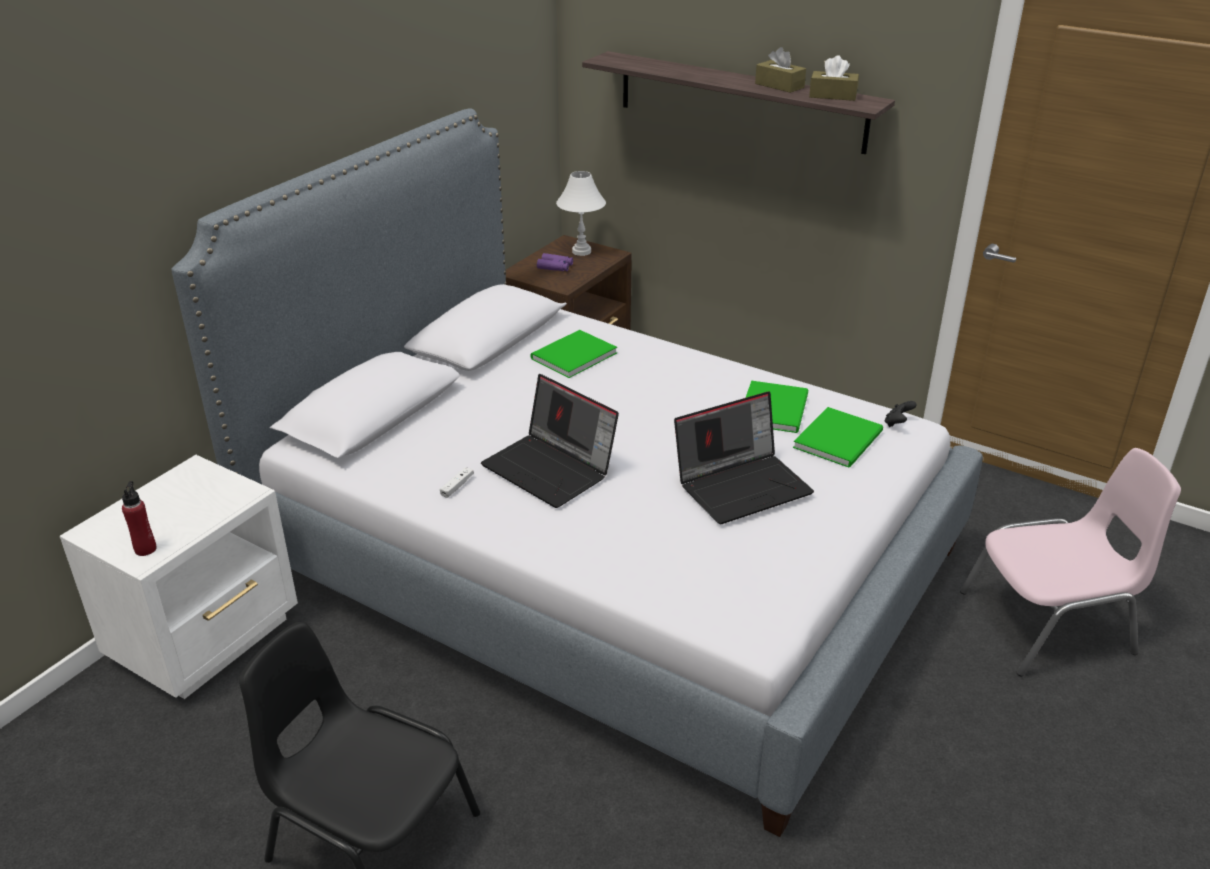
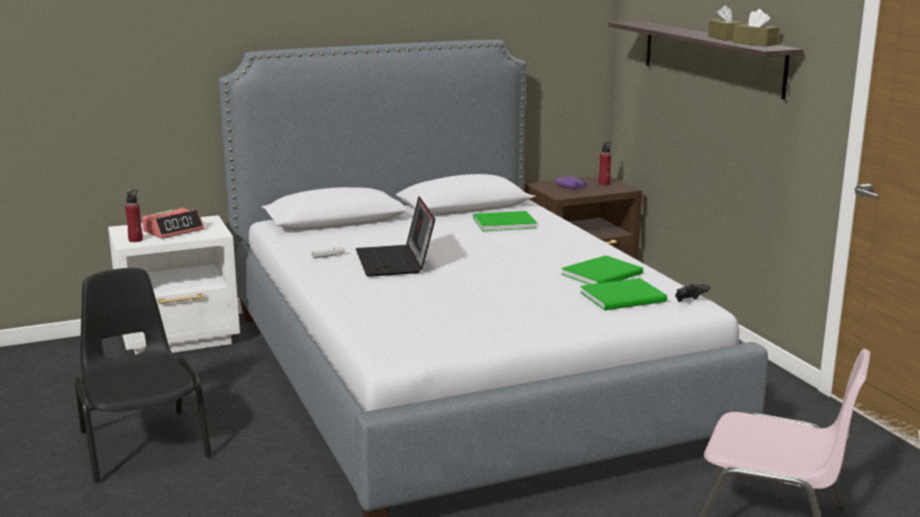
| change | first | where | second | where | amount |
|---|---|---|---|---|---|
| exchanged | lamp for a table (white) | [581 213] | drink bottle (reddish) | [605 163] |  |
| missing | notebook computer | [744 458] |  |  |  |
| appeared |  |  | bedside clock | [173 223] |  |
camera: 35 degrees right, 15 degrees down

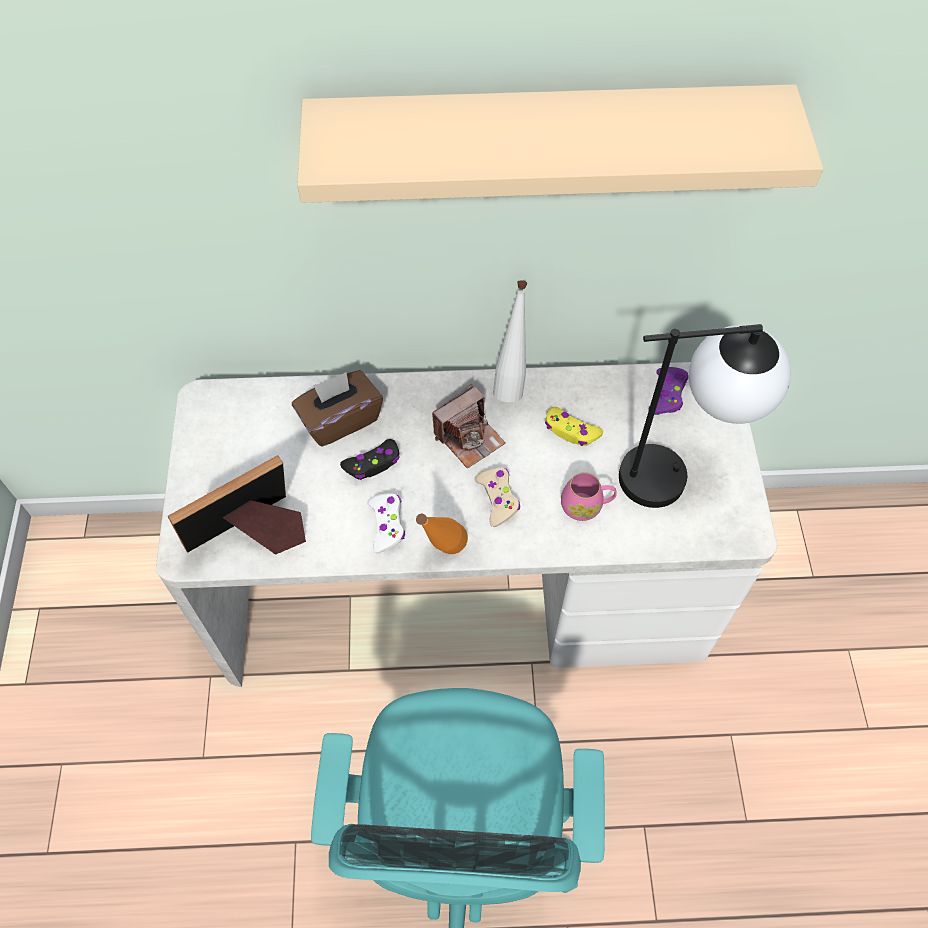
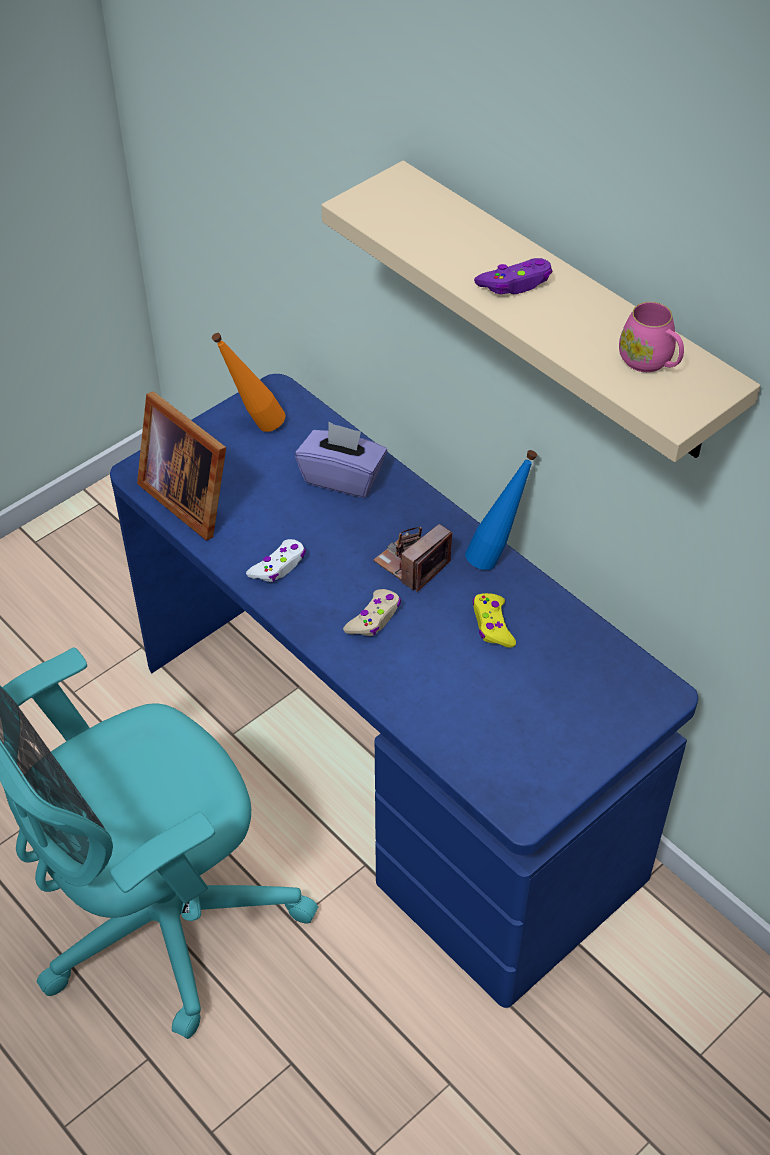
| change | first | where | second | where | amount |
|---|---|---|---|---|---|
| colour | desk table (white) | [466 524] | desk table (bluish) | [404 691] |  |
| spun | picture frame | [237 505] |  | [181 466] | 150 degrees counterclockwise |
| colour | tissue holder (brown) | [337 408] | tissue holder (purple) | [341 460] |  |
| missing | joypad (black-coloured) | [370 459] |  |  |  |
| relocated | drink bottle (orangey) | [442 534] |  | [248 382] |  |
| spun | photo camera | [469 426] |  | [412 558] | 120 degrees clockwise |
| colour | drink bottle (white) | [510 341] | drink bottle (bluish) | [501 510] |  |
| relocated | mug (pink-coloured) | [589 496] |  | [651 337] |  |
| missing | lamp for a table | [705 416] |  |  |  |
| relocated | joypad (purple) | [668 391] |  | [513 276] |  |
camera: 50 degrees right, 10 degrees down

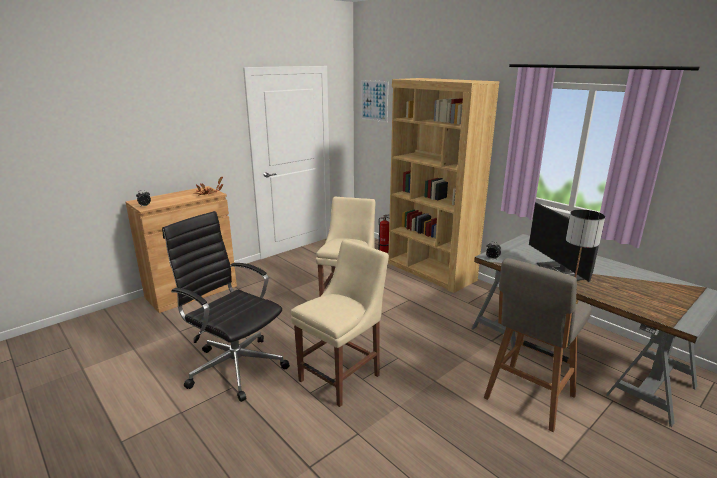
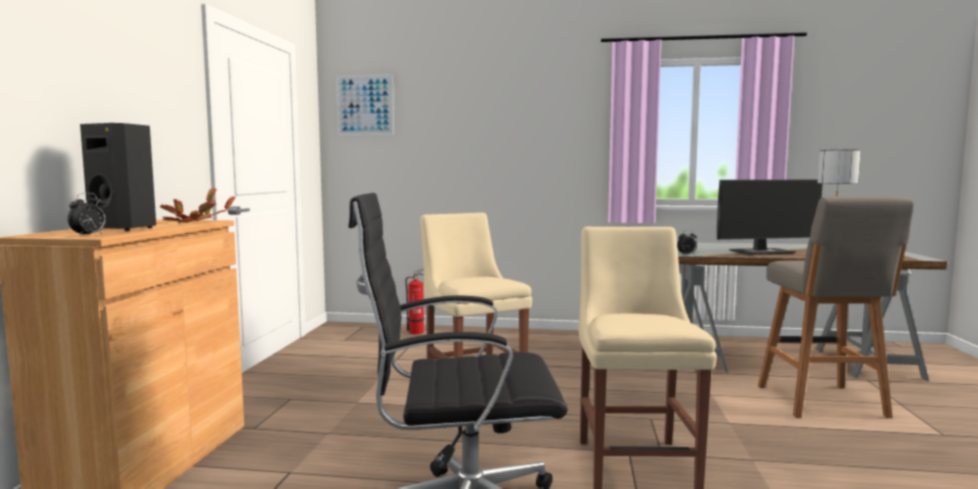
| change | first | where | second | where | amount |
|---|---|---|---|---|---|
| missing | bookcase (brown) | [443 185] |  |  |  |
| spun | computer screen | [564 242] |  | [770 217] | 45 degrees counterclockwise |
| appeared |  |  | speaker (black-coloured) | [118 177] |  |
camera: 40 degrees left, 15 degrees down

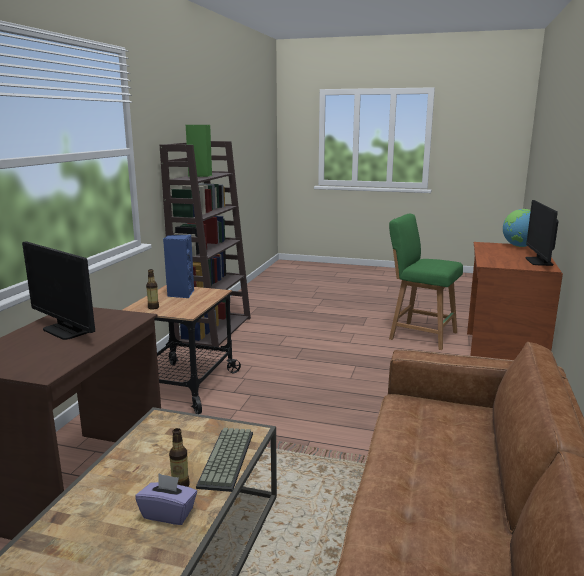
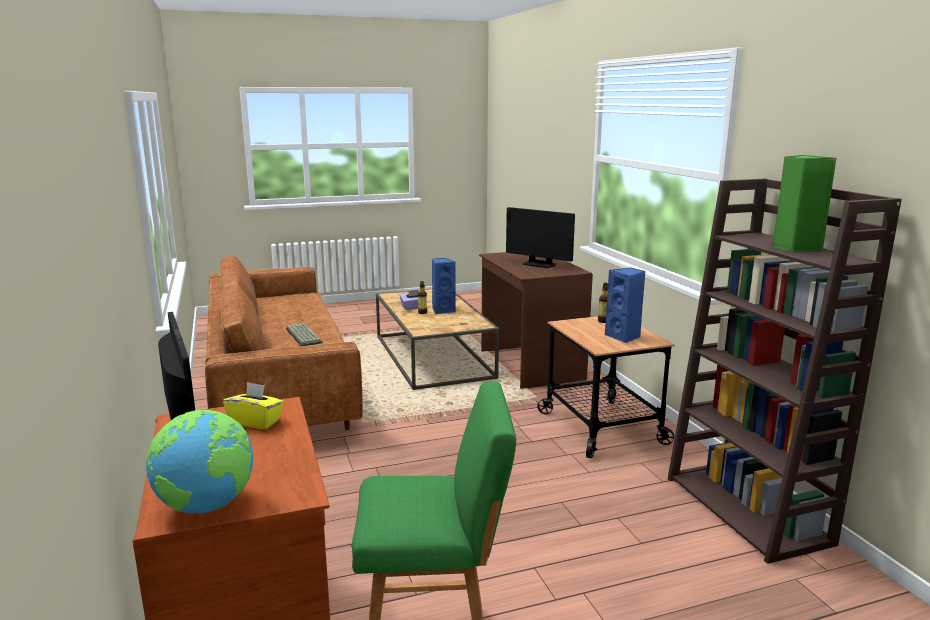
| change | first | where | second | where | amount |
|---|---|---|---|---|---|
| spun | computer screen | [58 290] |  | [540 237] | 150 degrees counterclockwise |
| relocated | keyboard | [224 460] |  | [304 334] |  |
| appeared |  |  | tissue holder (yellow) | [253 405] |  |
| appeared |  |  | speaker (bluish) | [444 286] |  |
camera: 145 degrees right, 0 degrees up

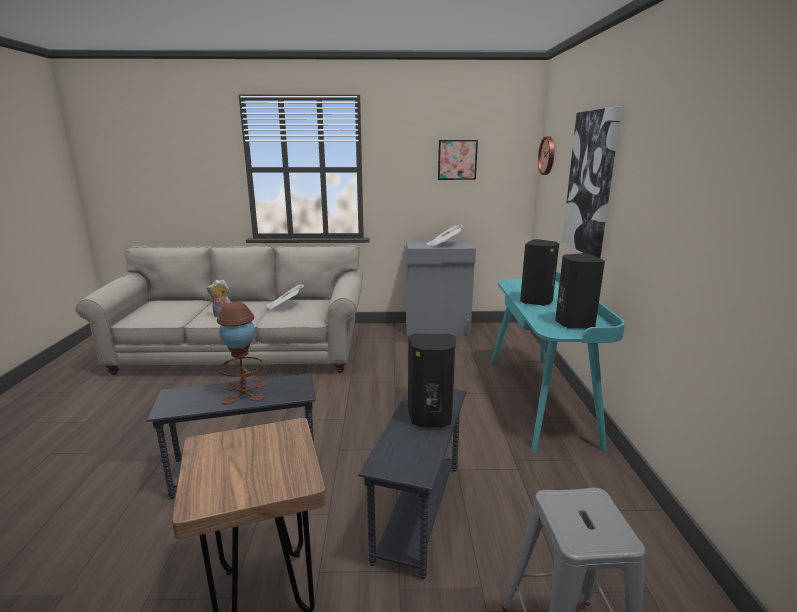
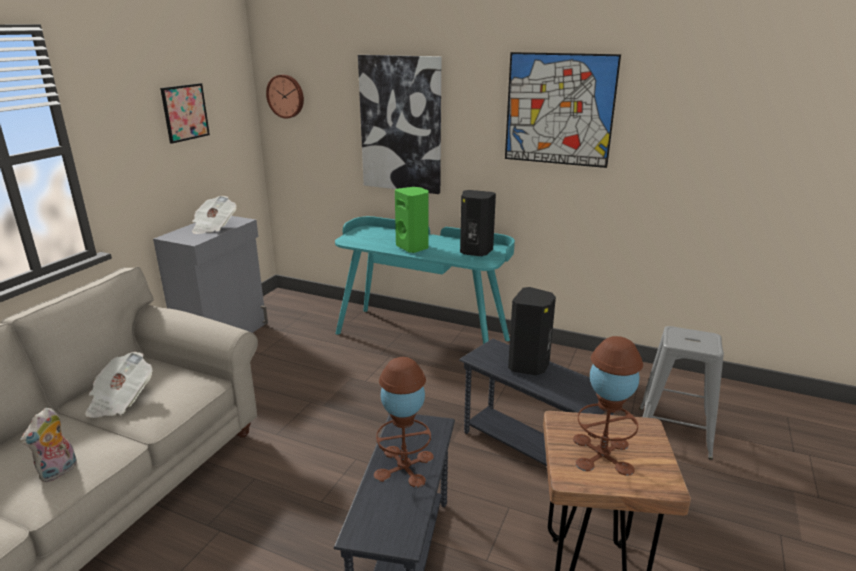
| change | first | where | second | where | amount |
|---|---|---|---|---|---|
| colour | speaker (black-coloured) | [539 272] | speaker (green-coloured) | [411 220] |  |
| appeared |  |  | wall art | [563 110] |  |
| appeared |  |  | lamp for a table (brown) | [608 406] |  |
camera: 65 degrees left, 5 degrees up

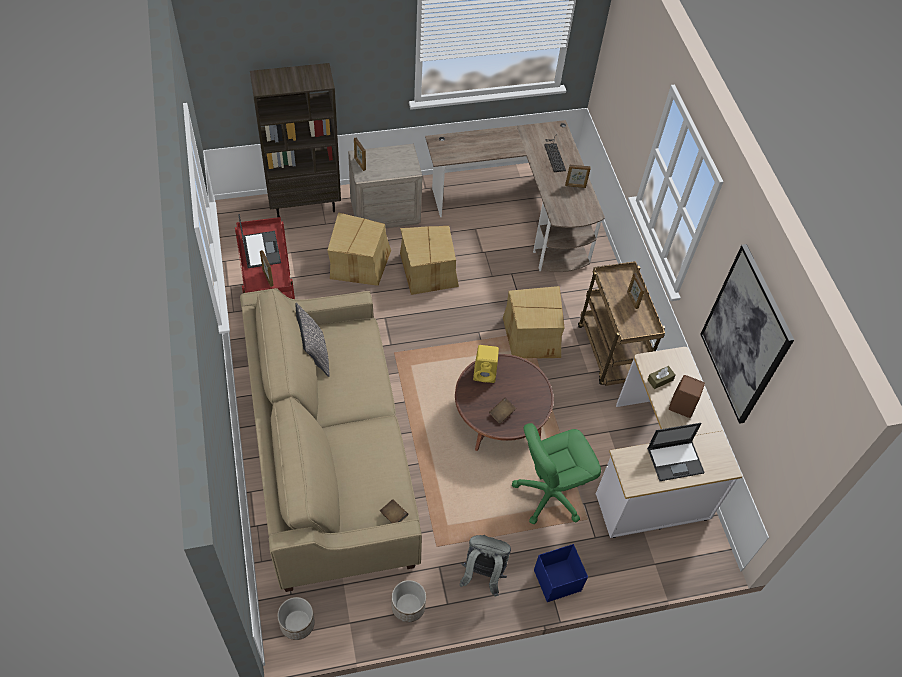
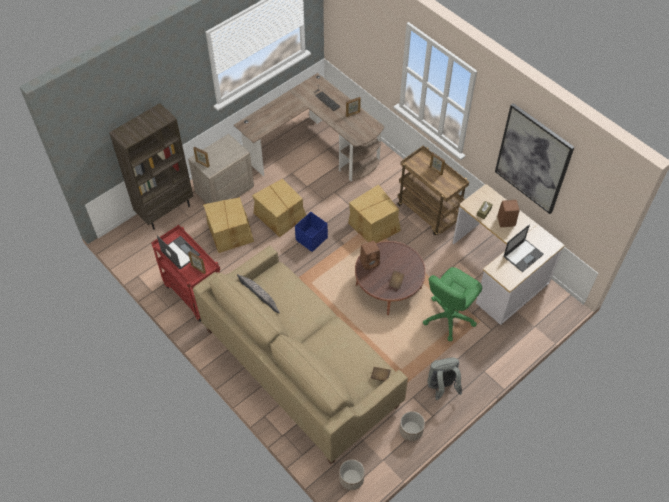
| change | first | where | second | where | amount |
|---|---|---|---|---|---|
| colour | speaker (yellow) | [486 364] | speaker (brown) | [370 255] |  |
| relocated | storage box (bluish) | [561 573] |  | [311 232] |  |
camera: 25 degrees left, 0 degrees up

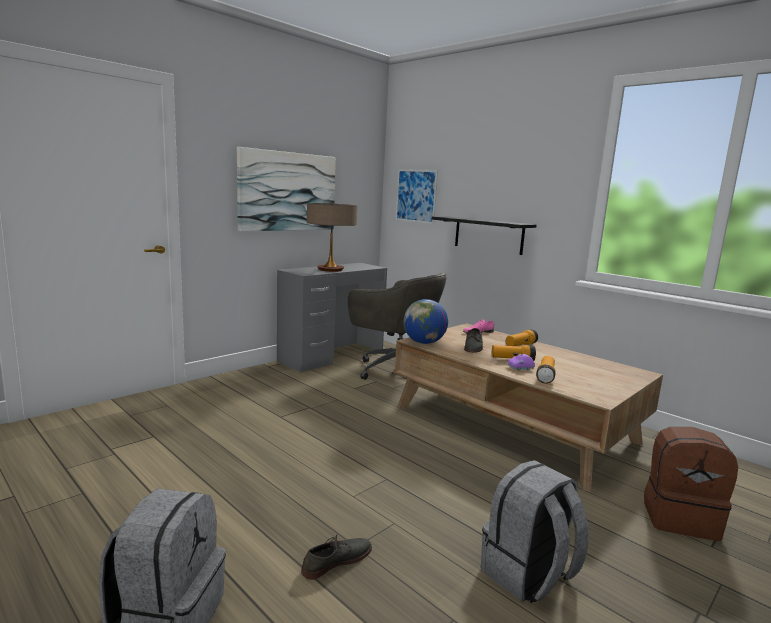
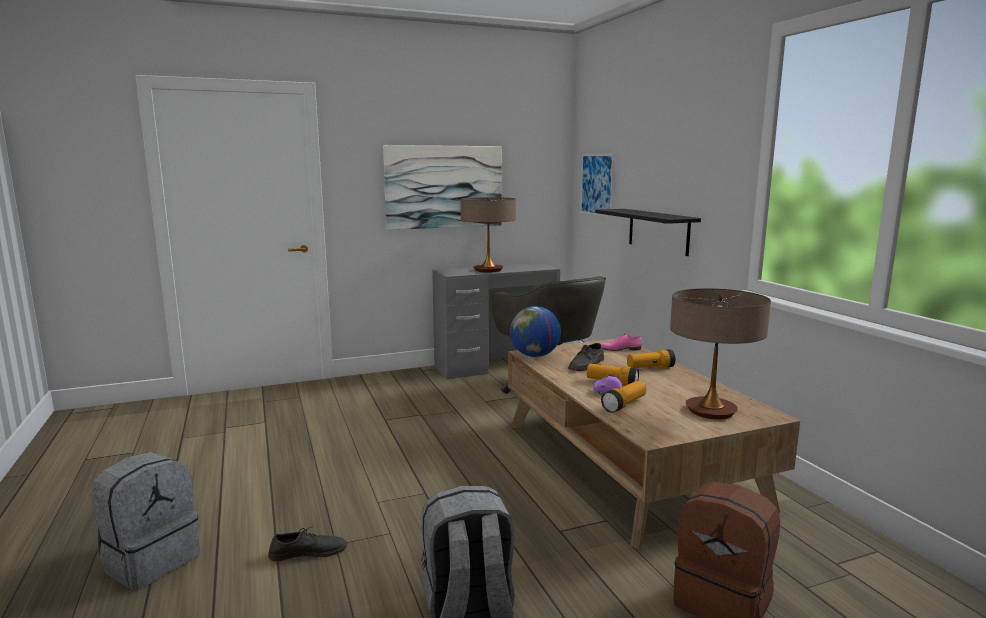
| change | first | where | second | where | amount |
|---|---|---|---|---|---|
| appeared |  |  | lamp for a table | [720 353] |  |
camera: 25 degrees right, 0 degrees up

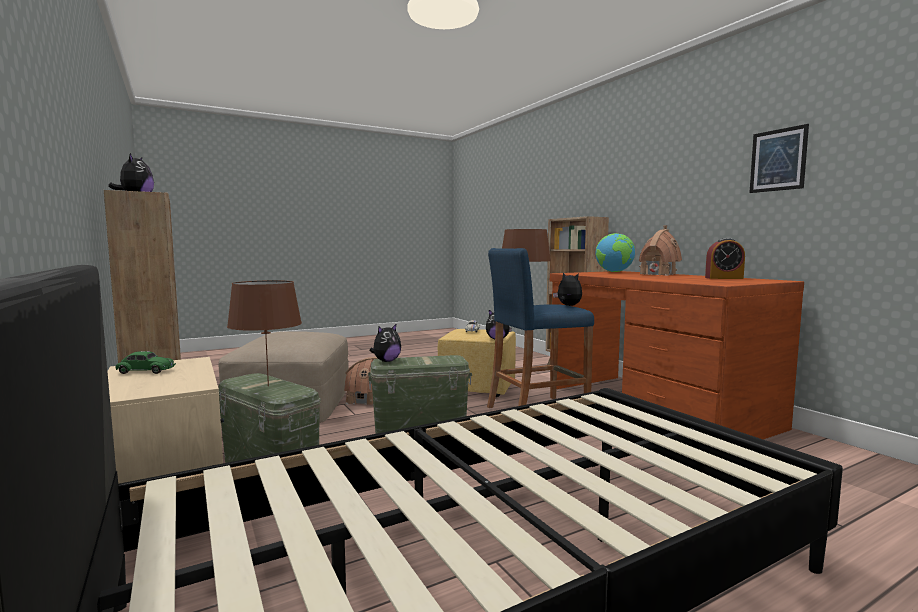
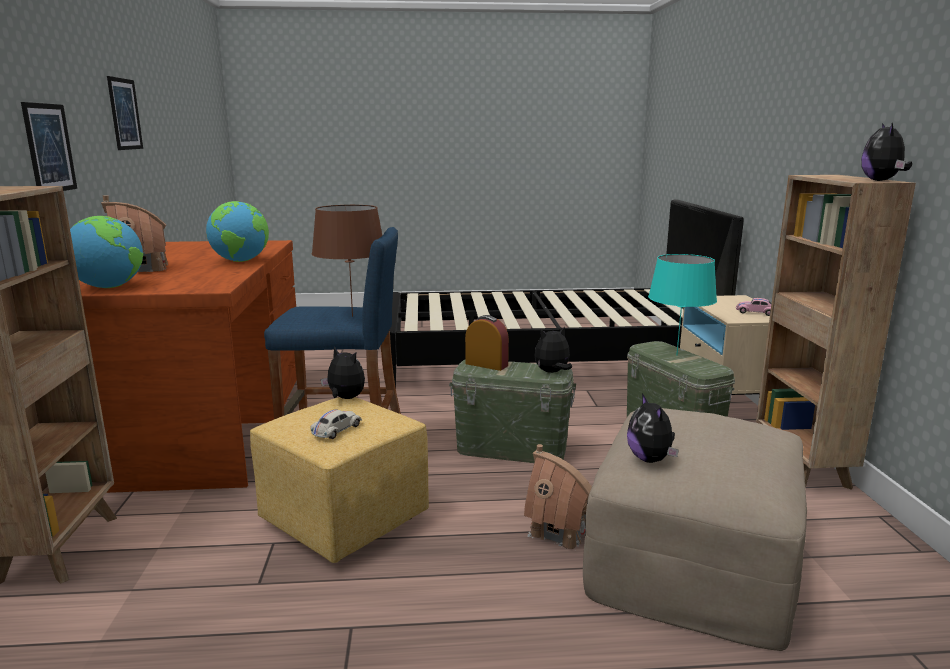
| change | first | where | second | where | amount |
|---|---|---|---|---|---|
| colour | toy car (green-coloured) | [145 362] | toy car (pink-coloured) | [754 307] |  |
| colour | lamp for a table (brown) | [264 333] | lamp for a table (blue-green) | [682 304] |  |
| relocated | soft toy | [567 289] |  | [653 428] |  |
| relocated | bedside clock | [725 258] |  | [487 343] |  |
| appeared |  |  | wall art | [49 146] |  |
| appeared |  |  | world globe | [237 231] |  |
camera: 155 degrees left, 10 degrees up

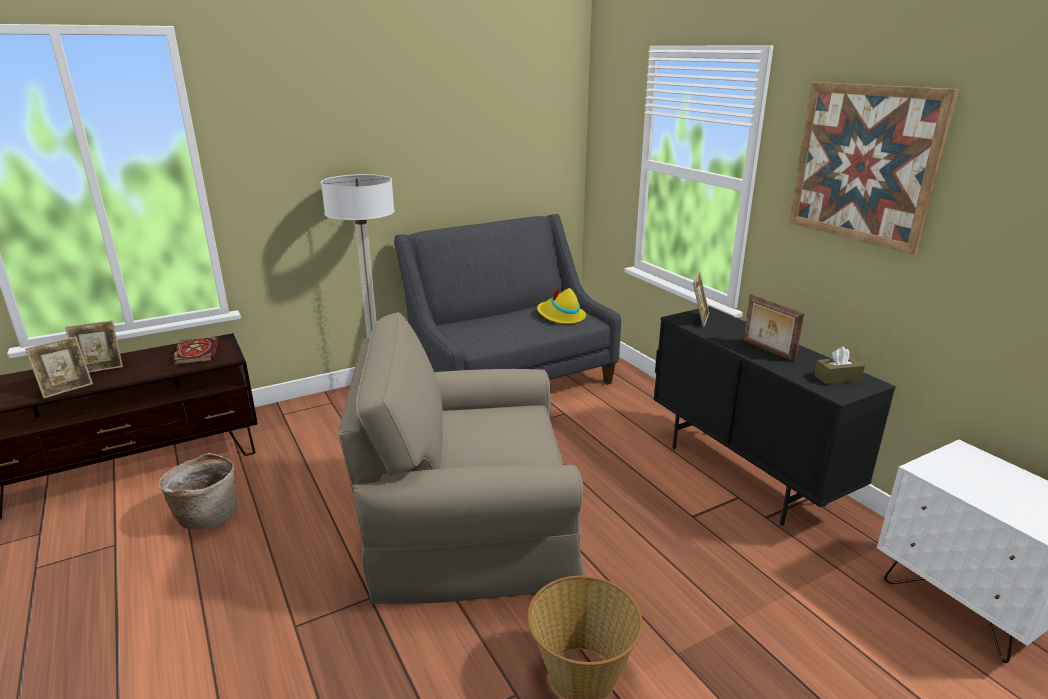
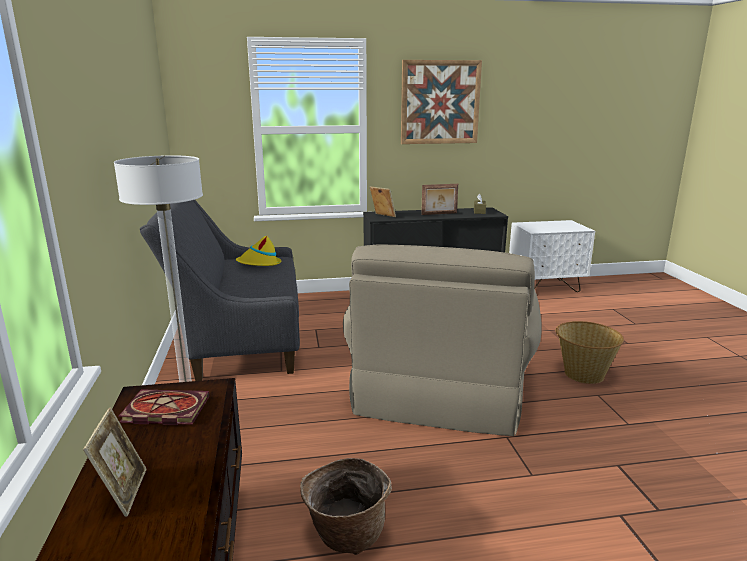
| change | first | where | second | where | amount |
|---|---|---|---|---|---|
| missing | picture frame | [59 367] |  |  |  |
camera: 70 degrees left, 5 degrees down

